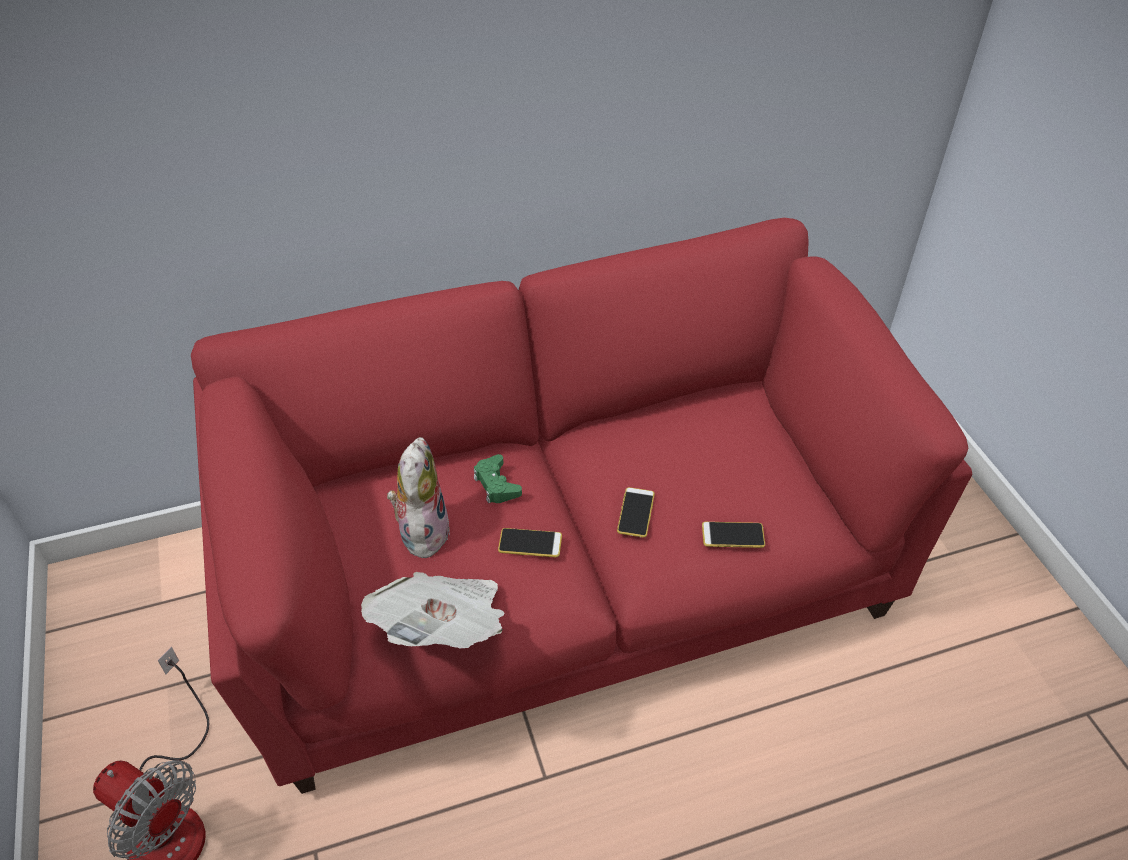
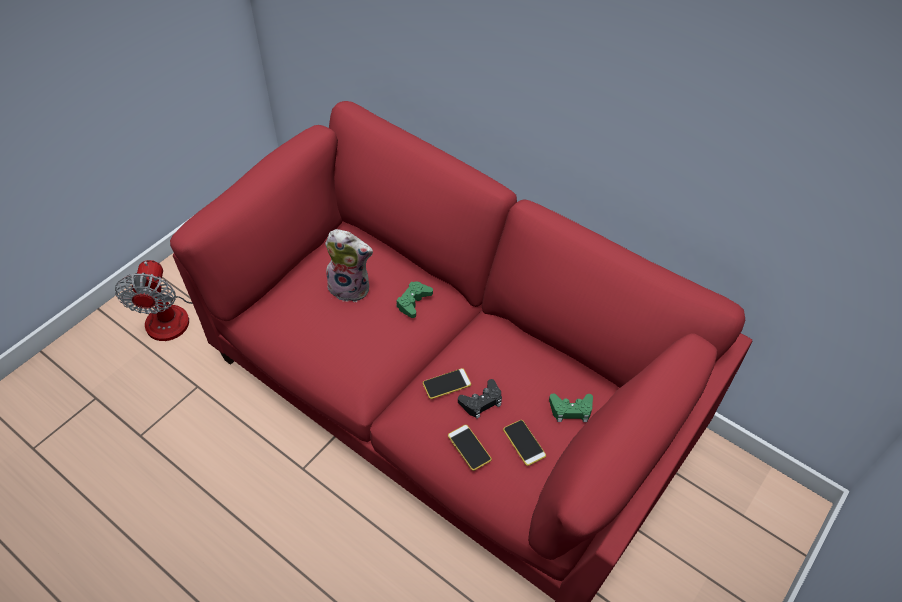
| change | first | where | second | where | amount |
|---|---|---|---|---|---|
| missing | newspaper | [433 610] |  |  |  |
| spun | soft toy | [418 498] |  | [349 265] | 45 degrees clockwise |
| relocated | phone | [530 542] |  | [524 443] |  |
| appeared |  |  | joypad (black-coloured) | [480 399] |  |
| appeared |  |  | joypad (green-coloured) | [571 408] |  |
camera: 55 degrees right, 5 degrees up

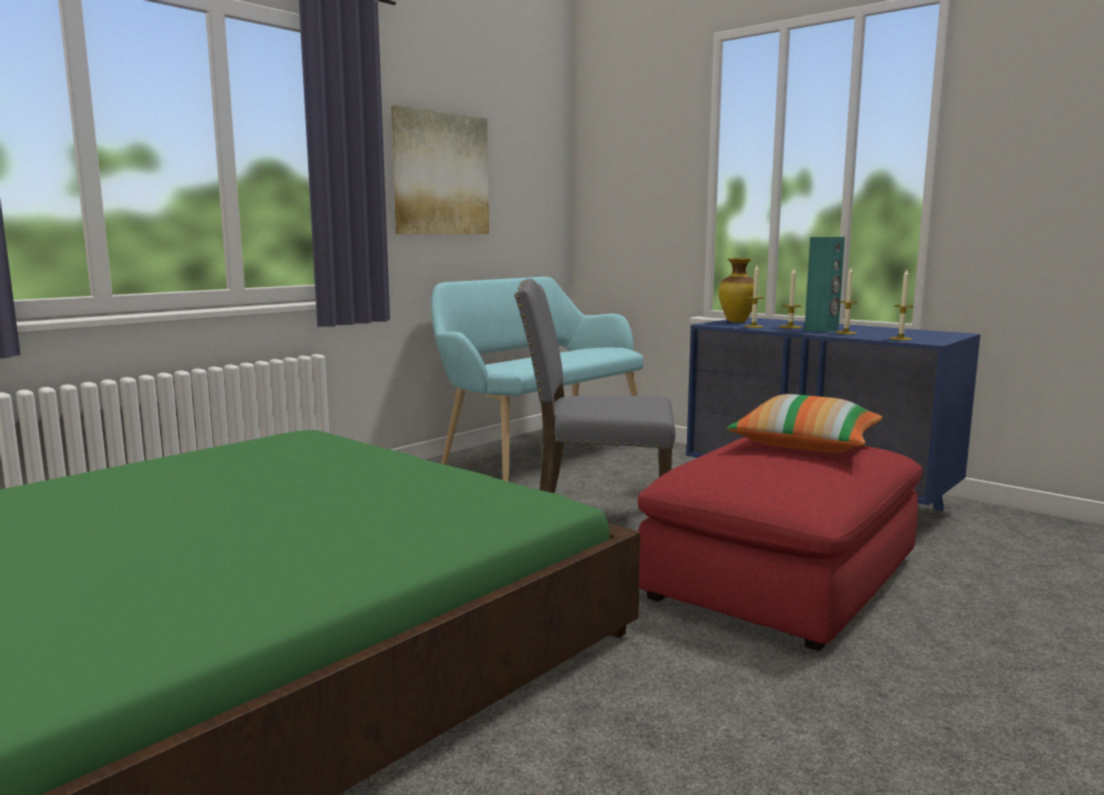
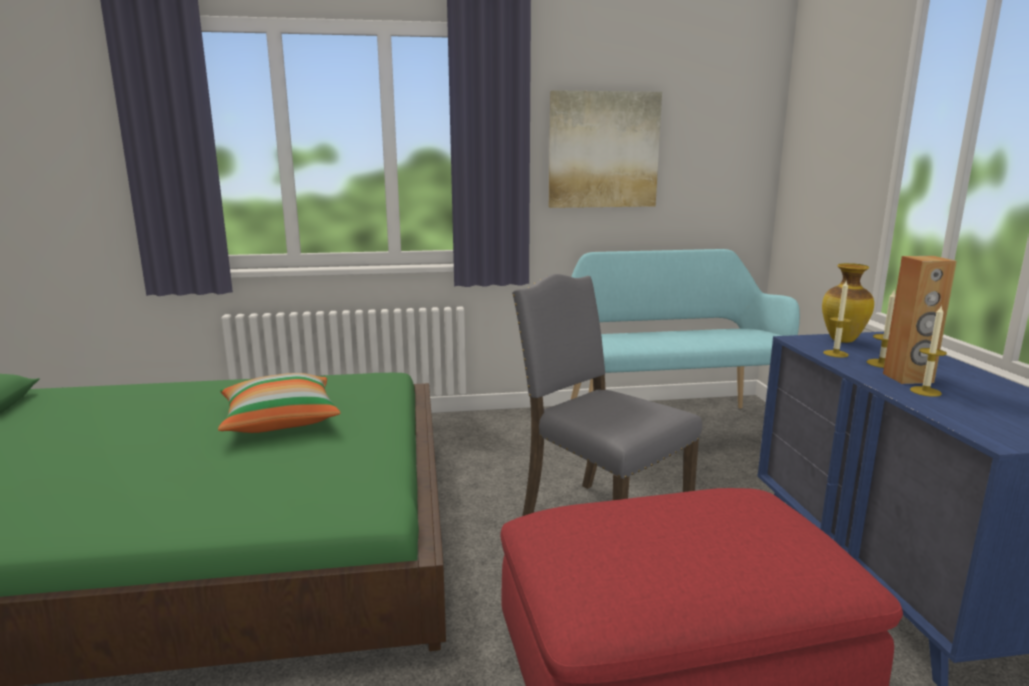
| change | first | where | second | where | amount |
|---|---|---|---|---|---|
| relocated | pillow | [804 423] |  | [279 403] |  |
| colour | speaker (blue-green) | [825 284] | speaker (brown) | [920 320] |  |
| missing | wax light | [901 304] |  |  |  |
camera: 40 degrees right, 5 degrees up

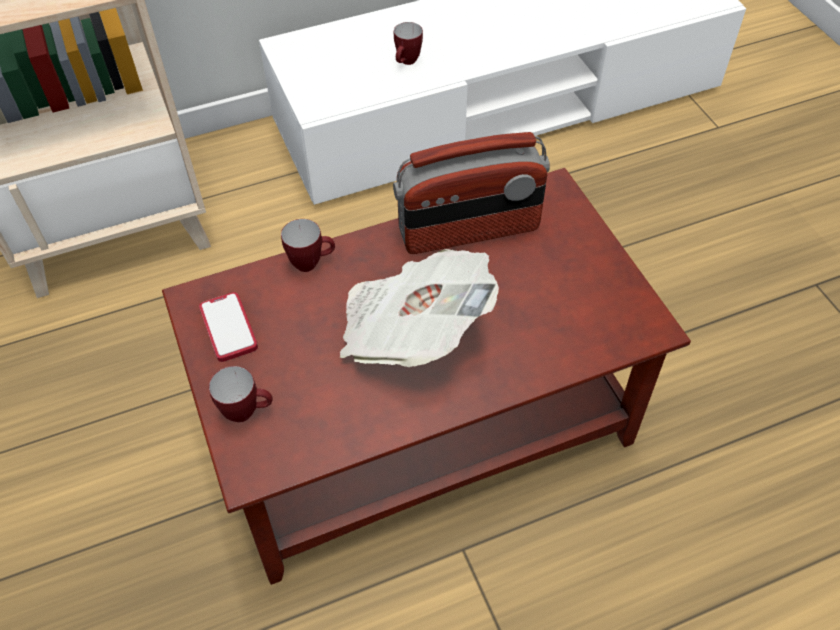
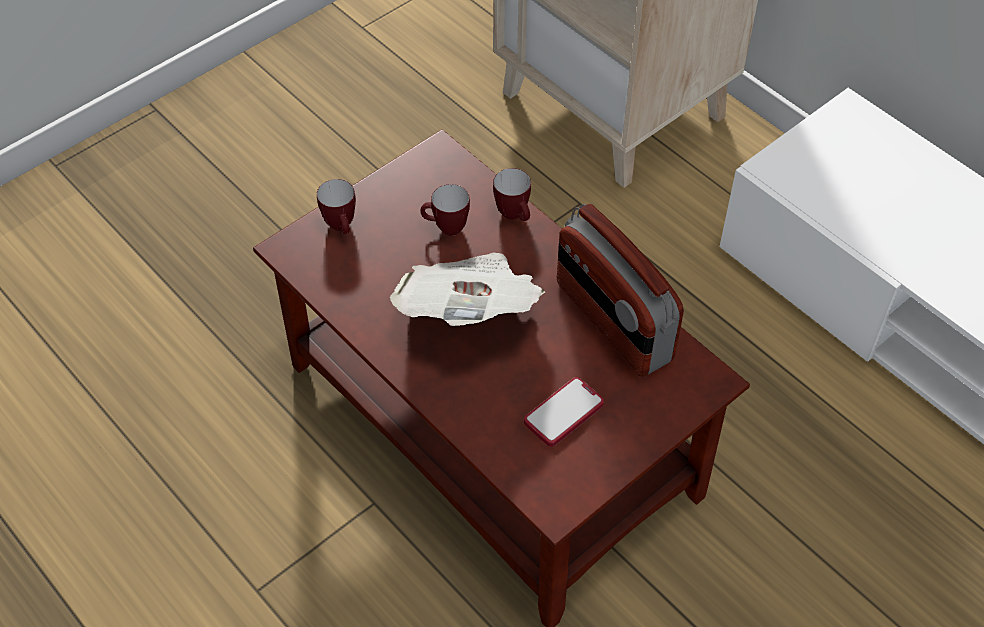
| change | first | where | second | where | amount |
|---|---|---|---|---|---|
| relocated | phone | [228 327] |  | [564 412] |  |
| relocated | mug | [408 43] |  | [445 210] |  |
camera: 70 degrees right, 0 degrees up

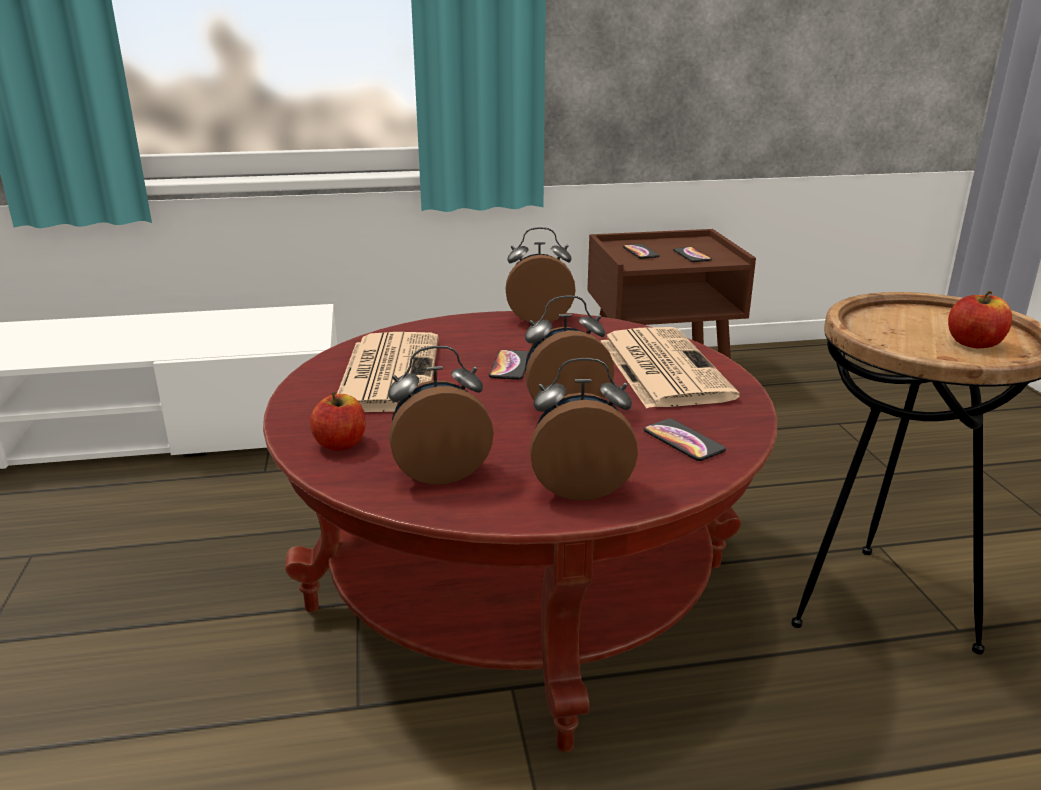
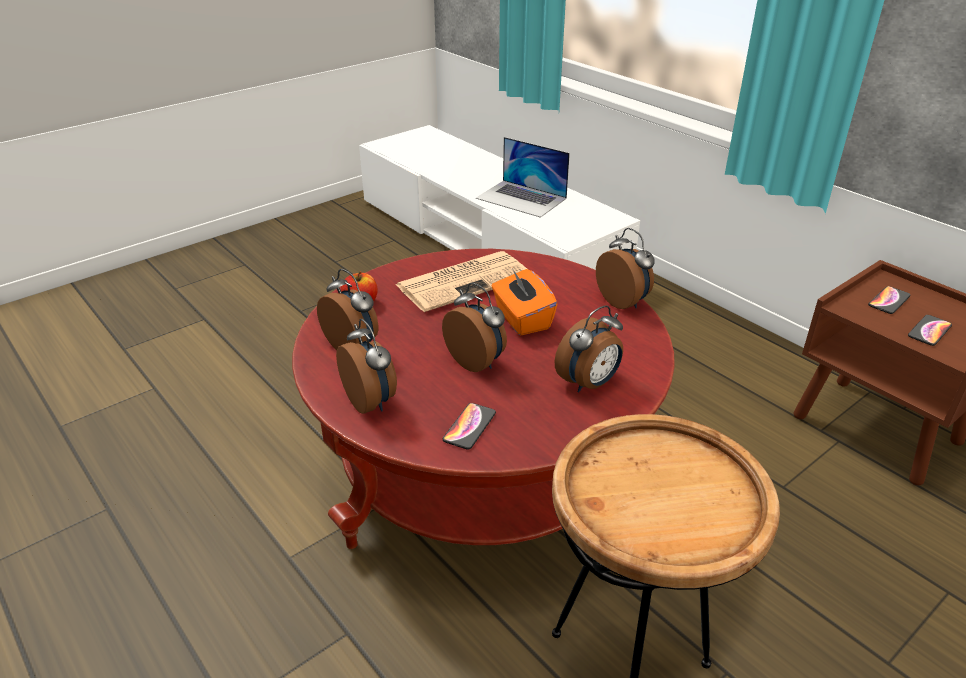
| change | first | where | second | where | amount |
|---|---|---|---|---|---|
| exchanged | phone | [508 365] | tissue holder (orangey) | [524 302] |  |
| exchanged | newspaper | [670 368] | bedside clock | [589 349] |  |
| missing | whole apple | [980 319] |  |  |  |
| appeared |  |  | notebook computer | [523 177] |  |
camera: 60 degrees right, 10 degrees up

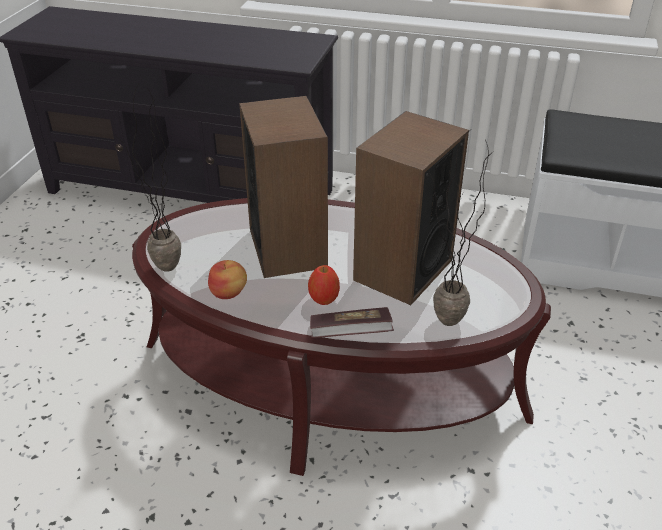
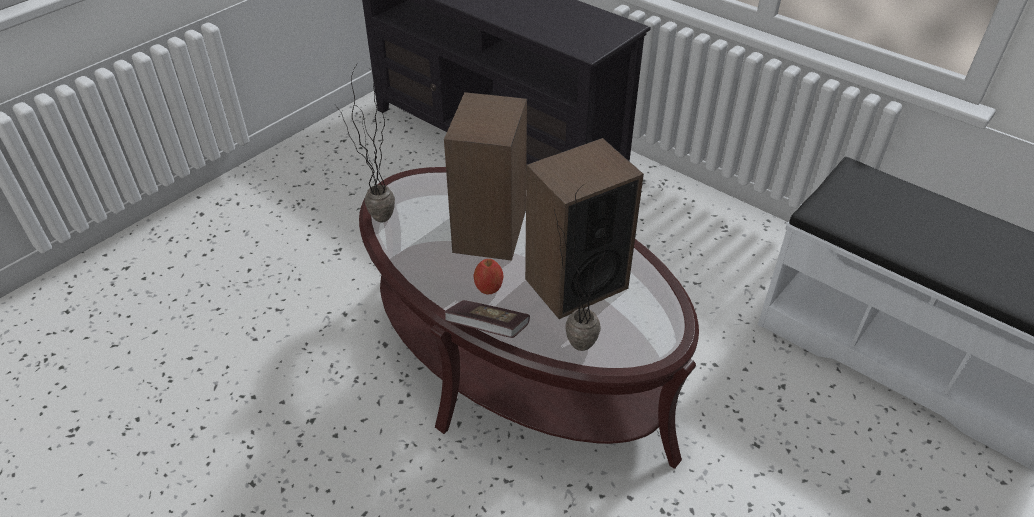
| change | first | where | second | where | amount |
|---|---|---|---|---|---|
| missing | whole apple | [227 279] |  |  |  |
camera: 25 degrees right, 5 degrees up

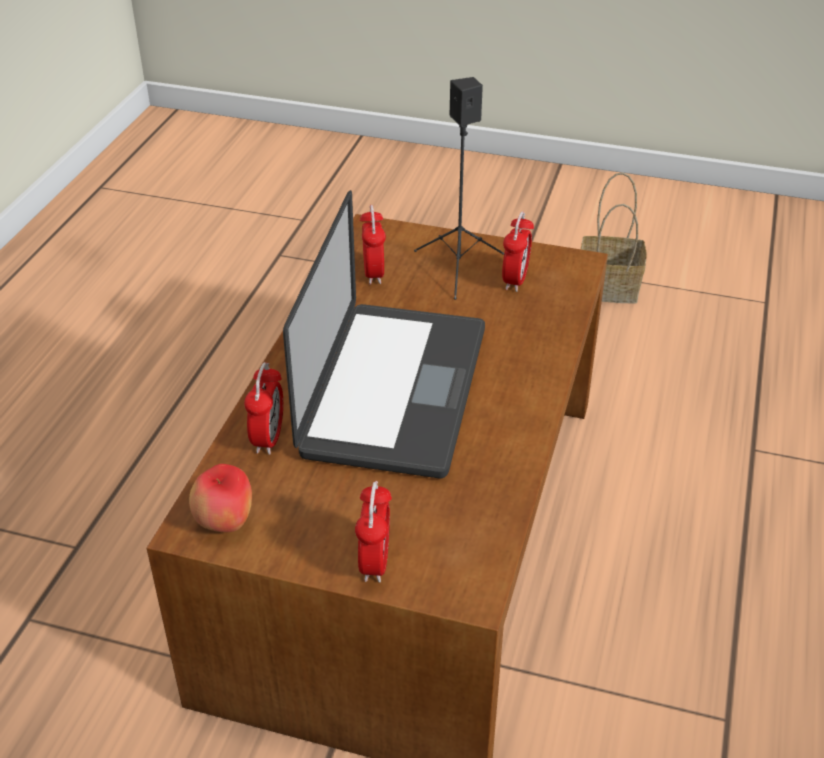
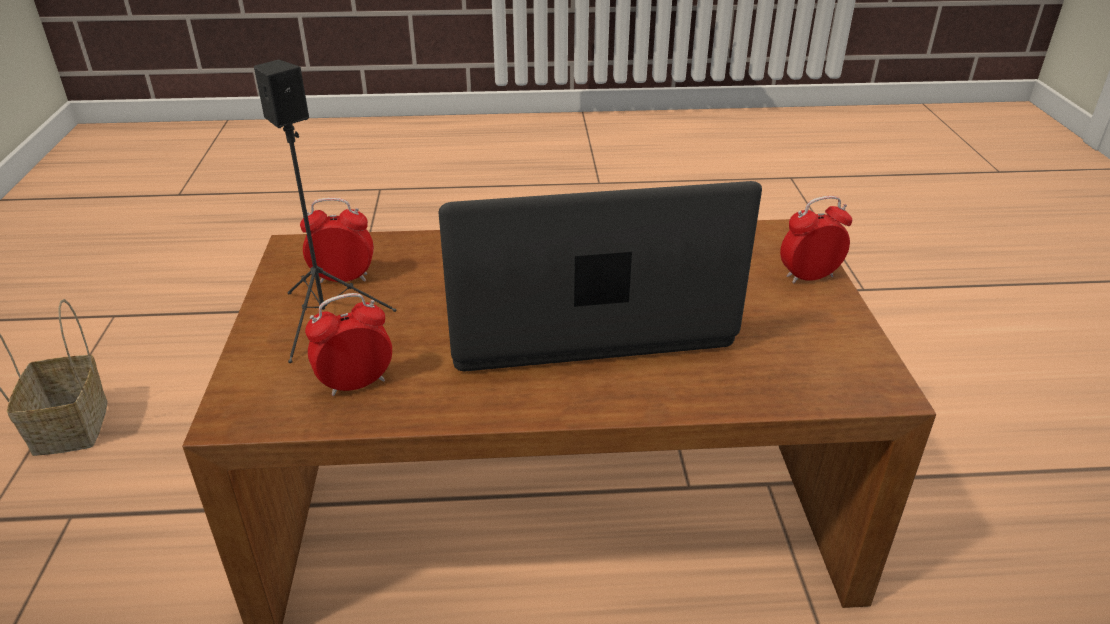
| change | first | where | second | where | amount |
|---|---|---|---|---|---|
| missing | whole apple | [220 498] |  |  |  |
| missing | bedside clock | [263 408] |  |  |  |
camera: 110 degrees left, 5 degrees down

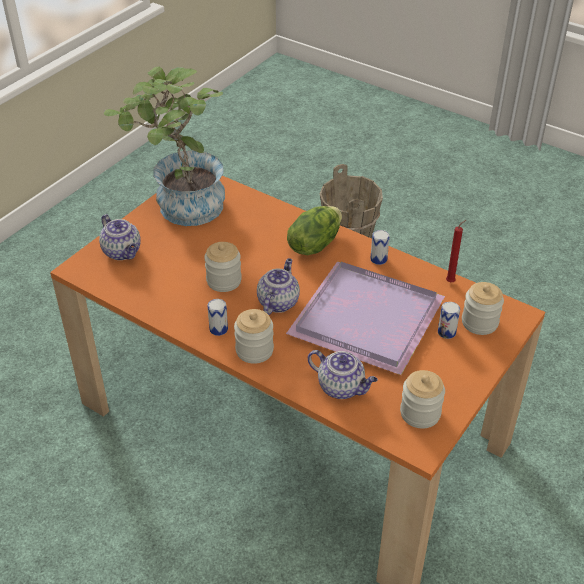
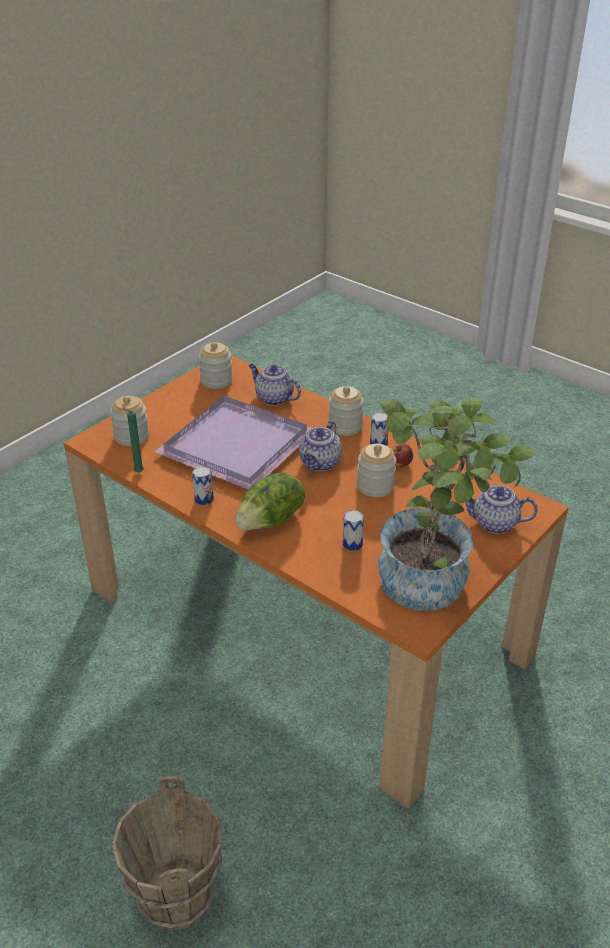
| change | first | where | second | where | amount |
|---|---|---|---|---|---|
| spun | tea pot | [120 237] |  | [502 509] | 45 degrees counterclockwise |
| relocated | sealed can | [449 320] |  | [353 530] |  |
| colour | wax light (reddish) | [456 251] | wax light (green-coloured) | [133 440] |  |
| appeared |  |  | whole apple | [402 455] |  |
camera: 175 degrees left, 5 degrees down

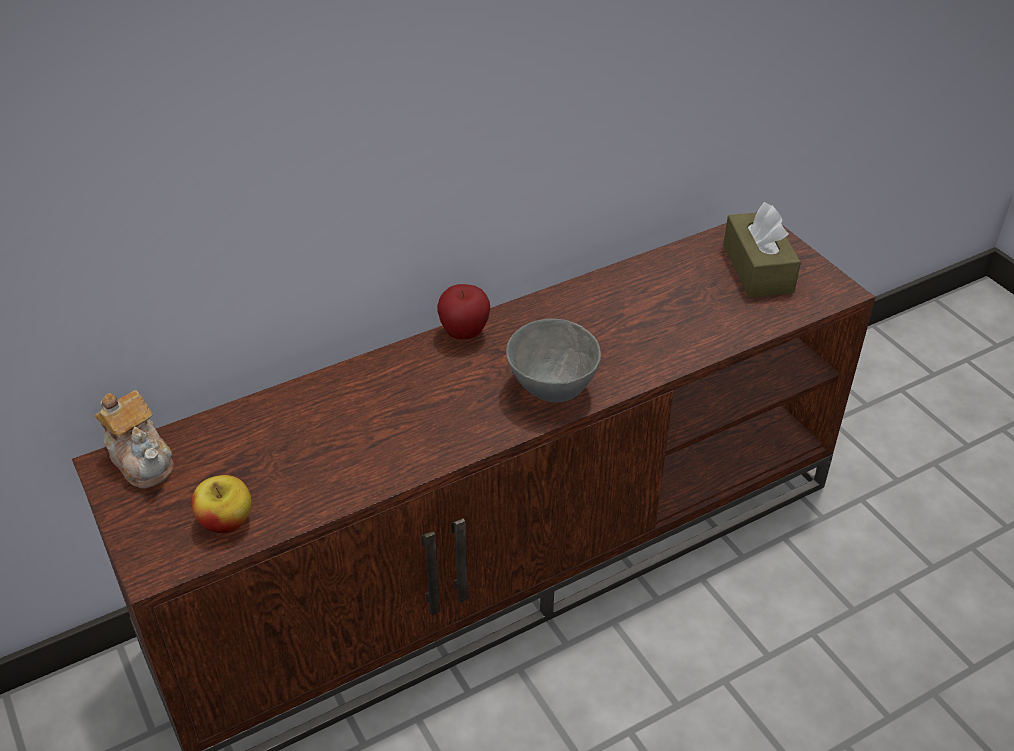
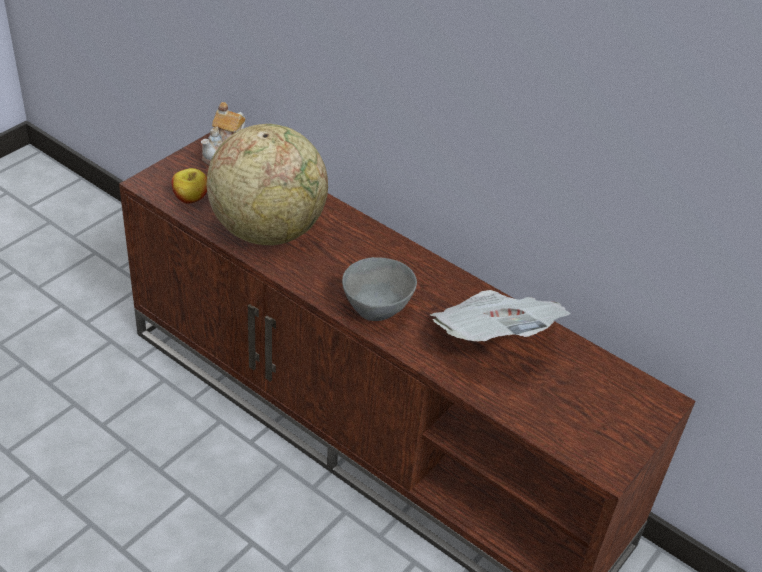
| change | first | where | second | where | amount |
|---|---|---|---|---|---|
| missing | whole apple | [463 311] |  |  |  |
| missing | tissue holder (brown) | [762 250] |  |  |  |
| appeared |  |  | world globe | [267 184] |  |
| appeared |  |  | newspaper | [500 315] |  |
camera: 65 degrees right, 0 degrees up

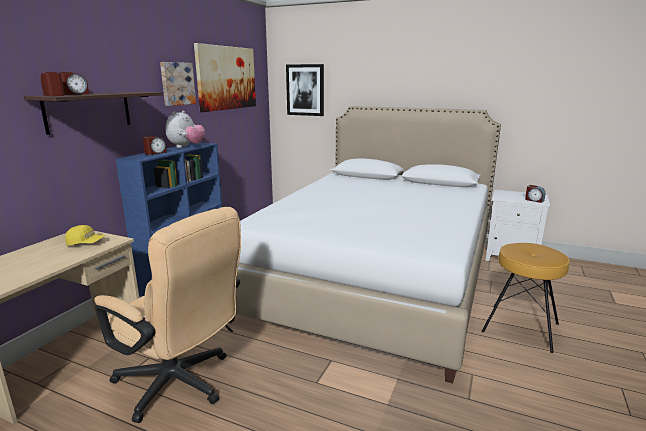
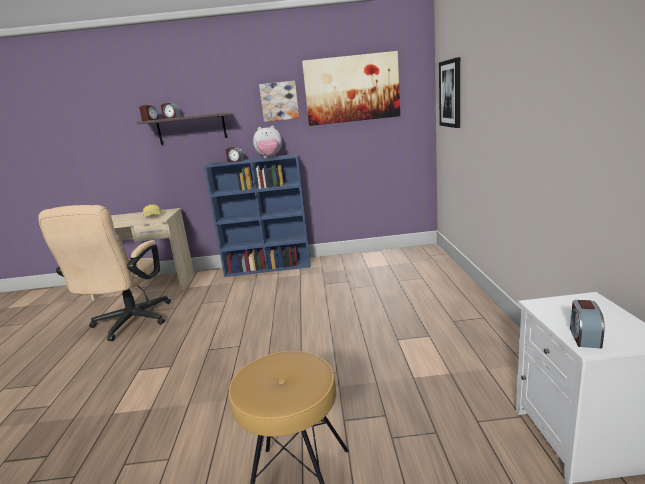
| change | first | where | second | where | amount |
|---|---|---|---|---|---|
| missing | sleeping bed (white) | [365 245] |  |  |  |
camera: 65 degrees right, 0 degrees up

